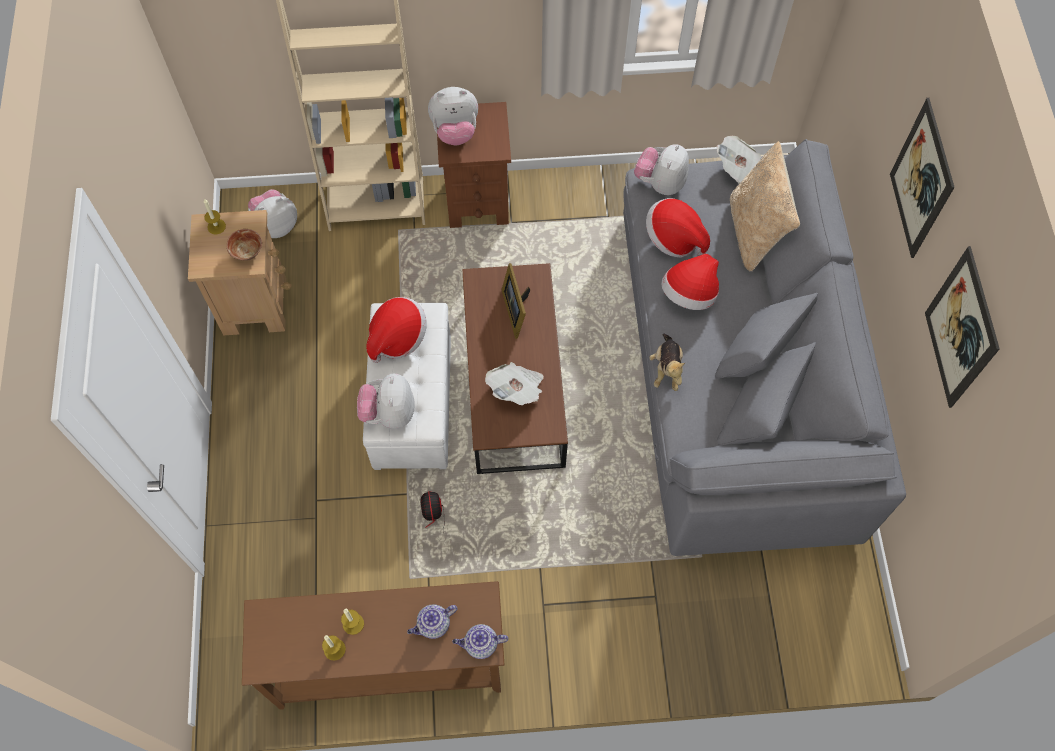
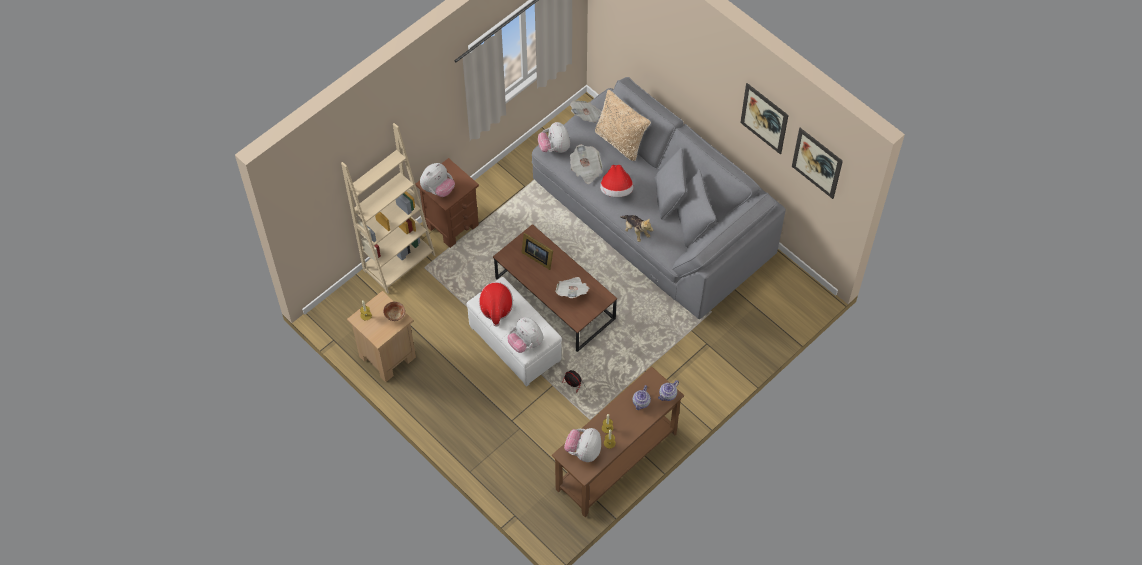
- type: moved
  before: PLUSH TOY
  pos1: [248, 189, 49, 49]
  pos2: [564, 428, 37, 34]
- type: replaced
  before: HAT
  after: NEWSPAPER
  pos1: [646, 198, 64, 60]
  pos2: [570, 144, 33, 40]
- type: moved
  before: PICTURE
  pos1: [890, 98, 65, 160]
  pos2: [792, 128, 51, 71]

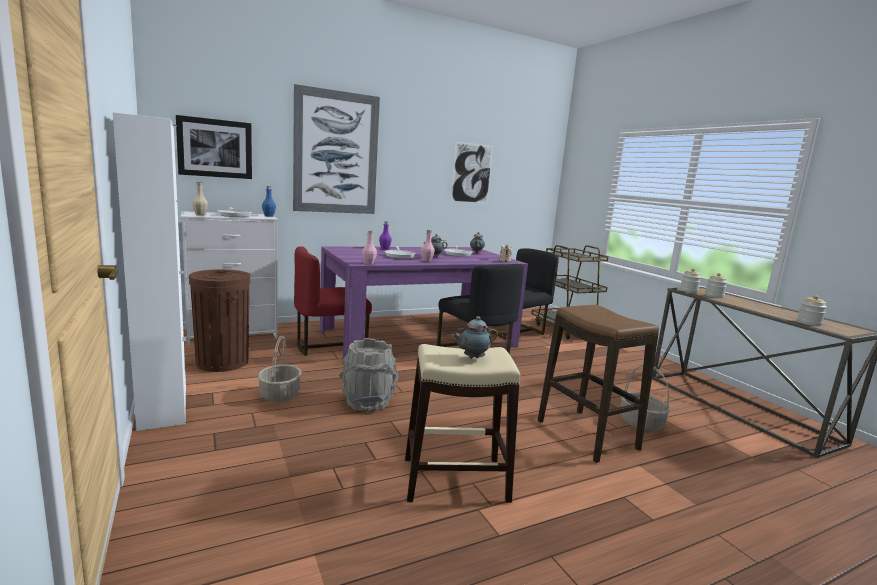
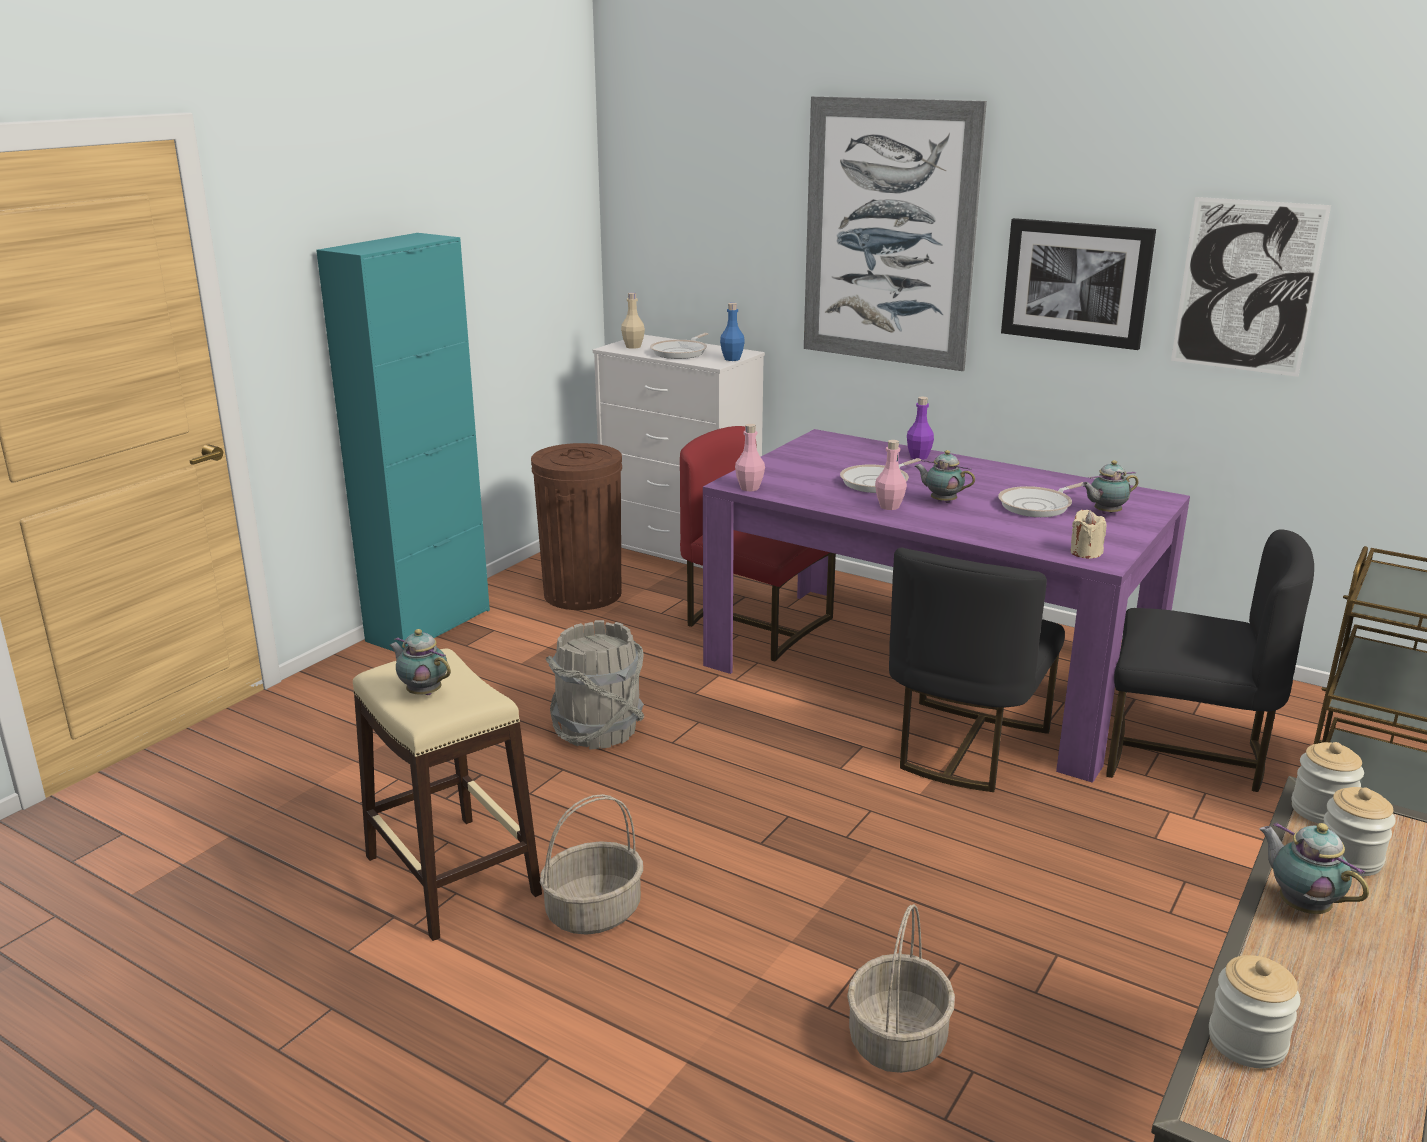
- type: recoloured
  before: WHITE CABINET
  after: TURQUOISE CABINET
  pos1: [113, 112, 74, 319]
  pos2: [316, 233, 174, 418]
- type: moved
  before: PICTURE
  pos1: [176, 115, 76, 64]
  pos2: [1001, 218, 155, 132]
- type: moved
  before: BASKET
  pos1: [258, 336, 44, 66]
  pos2: [540, 794, 103, 141]
- type: removed
  before: STOOL
  pos1: [538, 305, 121, 158]
- type: added
  after: TEAPOT
  pos2: [1259, 822, 110, 92]

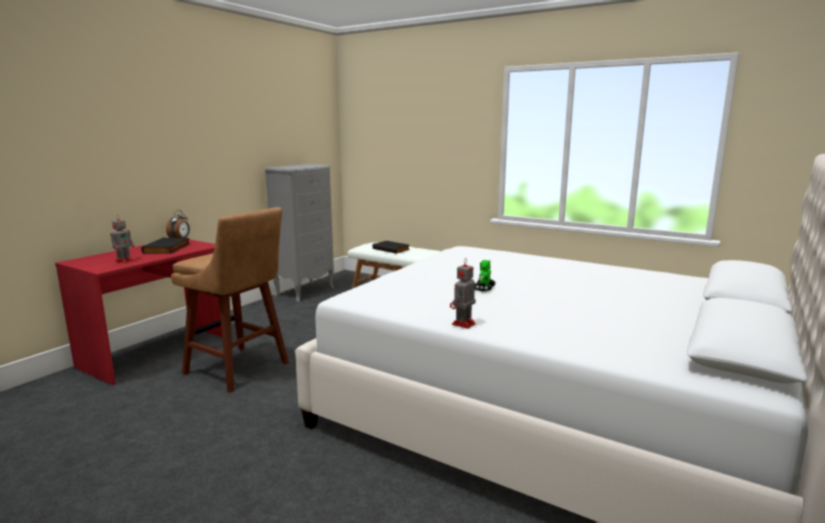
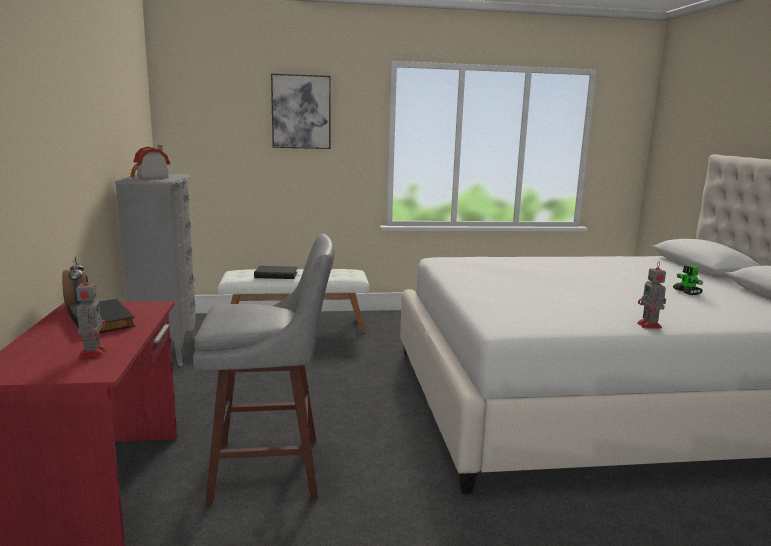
- type: recoloured
  before: BROWN STOOL
  after: GREY STOOL
  pos1: [171, 207, 118, 186]
  pos2: [193, 234, 142, 270]
- type: moved
  before: TOY ROBOT
  pos1: [475, 260, 20, 31]
  pos2: [673, 265, 30, 30]
- type: added
  after: TOY HOUSE
  pos2: [130, 145, 40, 34]
- type: added
  after: PICTURE
  pos2: [271, 74, 60, 75]

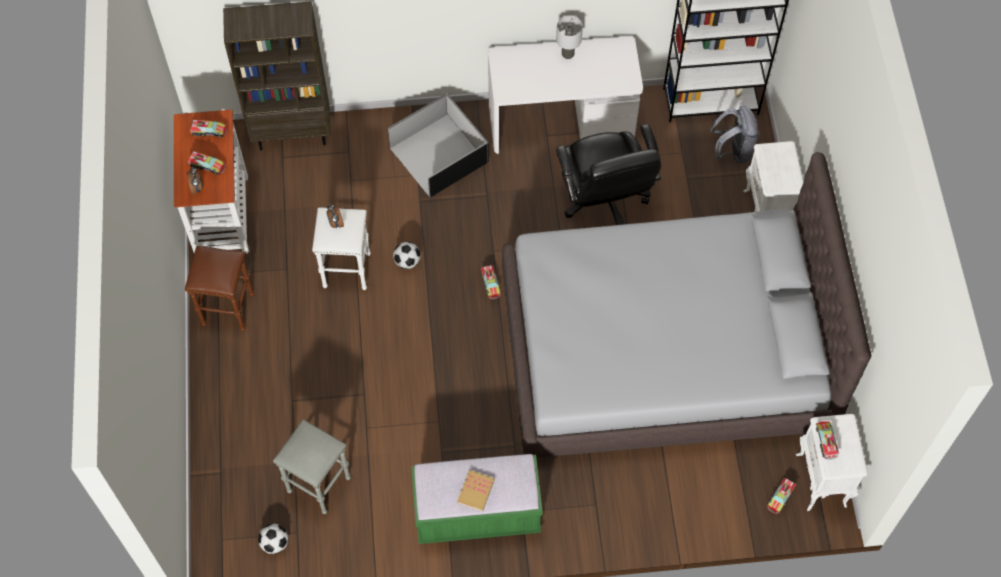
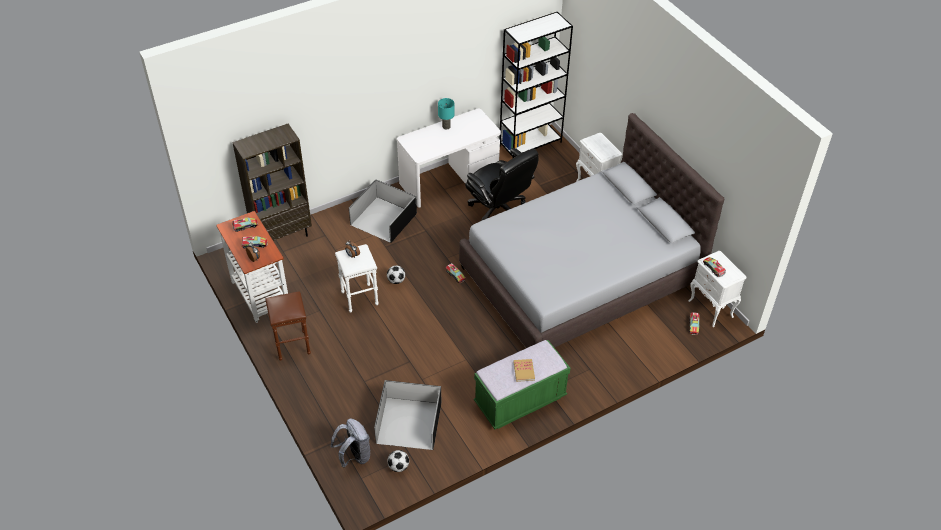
- type: replaced
  before: GREY STOOL
  after: BLACK STORAGE BOX
  pos1: [273, 419, 78, 95]
  pos2: [374, 380, 67, 70]
- type: recoloured
  before: WHITE TABLE LAMP
  after: TURQUOISE TABLE LAMP
  pos1: [556, 15, 27, 44]
  pos2: [438, 98, 17, 32]
- type: moved
  before: GREY BACKPACK
  pos1: [710, 106, 49, 58]
  pos2: [331, 418, 40, 49]

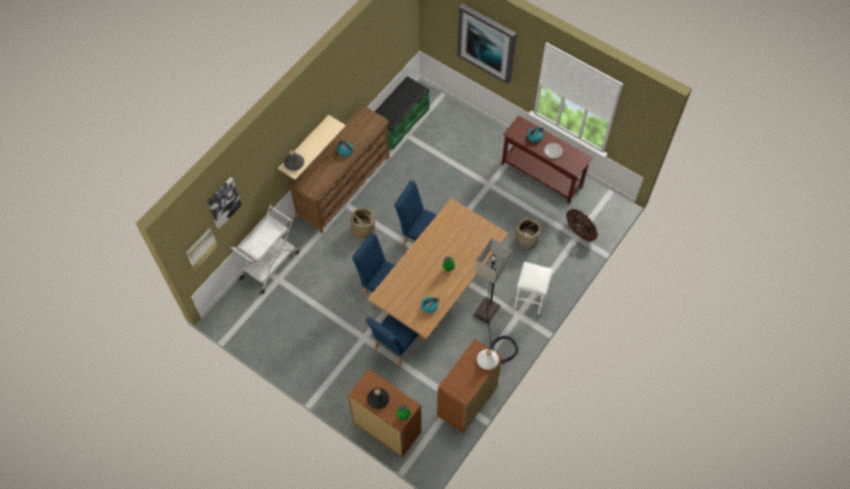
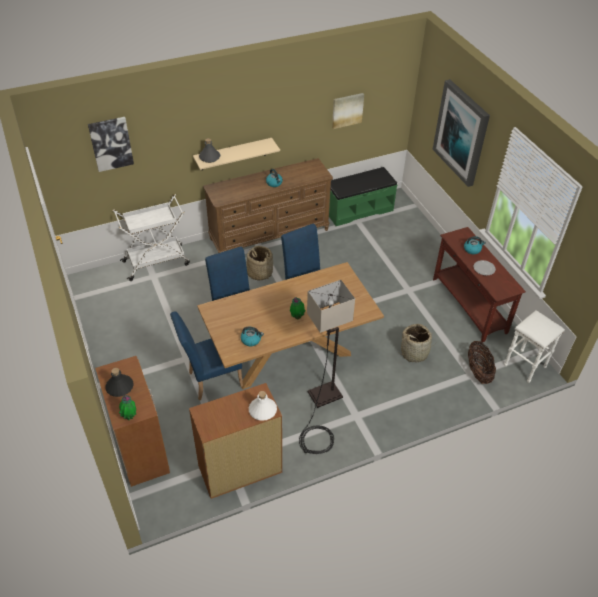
- type: moved
  before: PICTURE
  pos1: [186, 228, 32, 42]
  pos2: [332, 93, 32, 36]
- type: moved
  before: WHITE STOOL
  pos1: [514, 262, 39, 53]
  pos2: [504, 310, 61, 73]

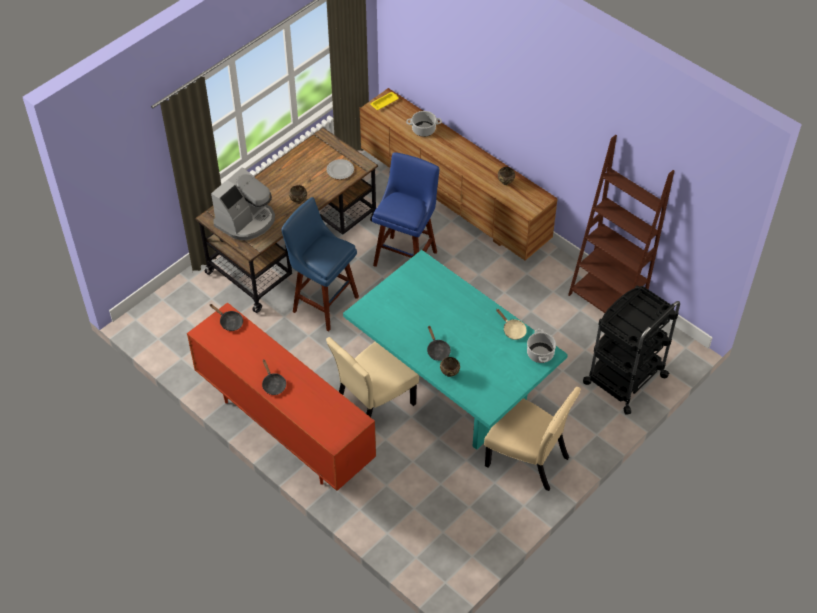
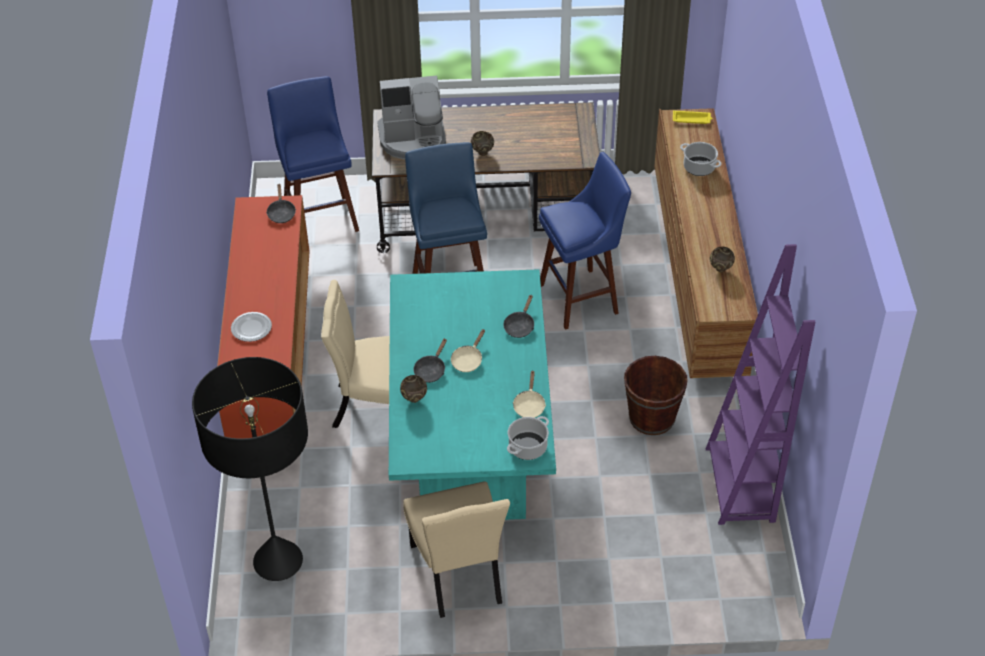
- type: moved
  before: BLACK FRYING PAN
  pos1: [262, 360, 24, 35]
  pos2: [504, 294, 30, 44]
- type: moved
  before: PLATE
  pos1: [326, 159, 28, 20]
  pos2: [231, 312, 41, 30]
- type: recoloured
  before: BROWN BOOKCASE
  after: PURPLE BOOKCASE
  pos1: [568, 135, 106, 178]
  pos2: [706, 244, 109, 281]
- type: removed
  before: BLACK CART
  pos1: [583, 286, 97, 129]
- type: added
  after: BLACK FLOOR LAMP
  pos2: [192, 357, 116, 224]
- type: added
  after: BLUE STOOL
  pos2: [267, 76, 92, 156]
- type: added
  after: BEIGE FRYING PAN
  pos2: [451, 329, 34, 43]
- type: added
  after: BROWN BUCKET
  pos2: [624, 356, 64, 79]

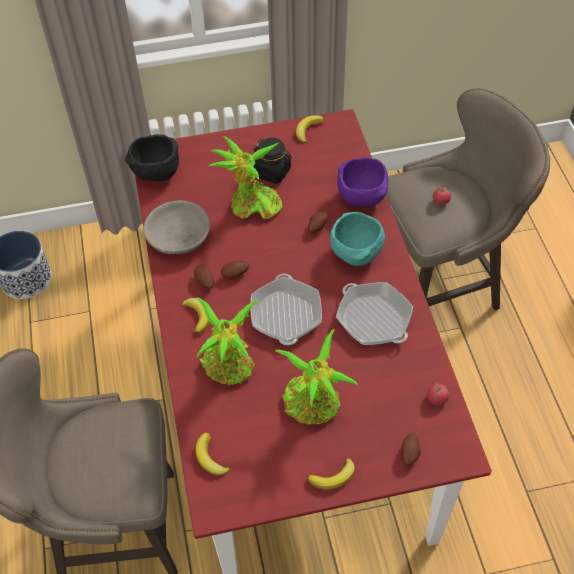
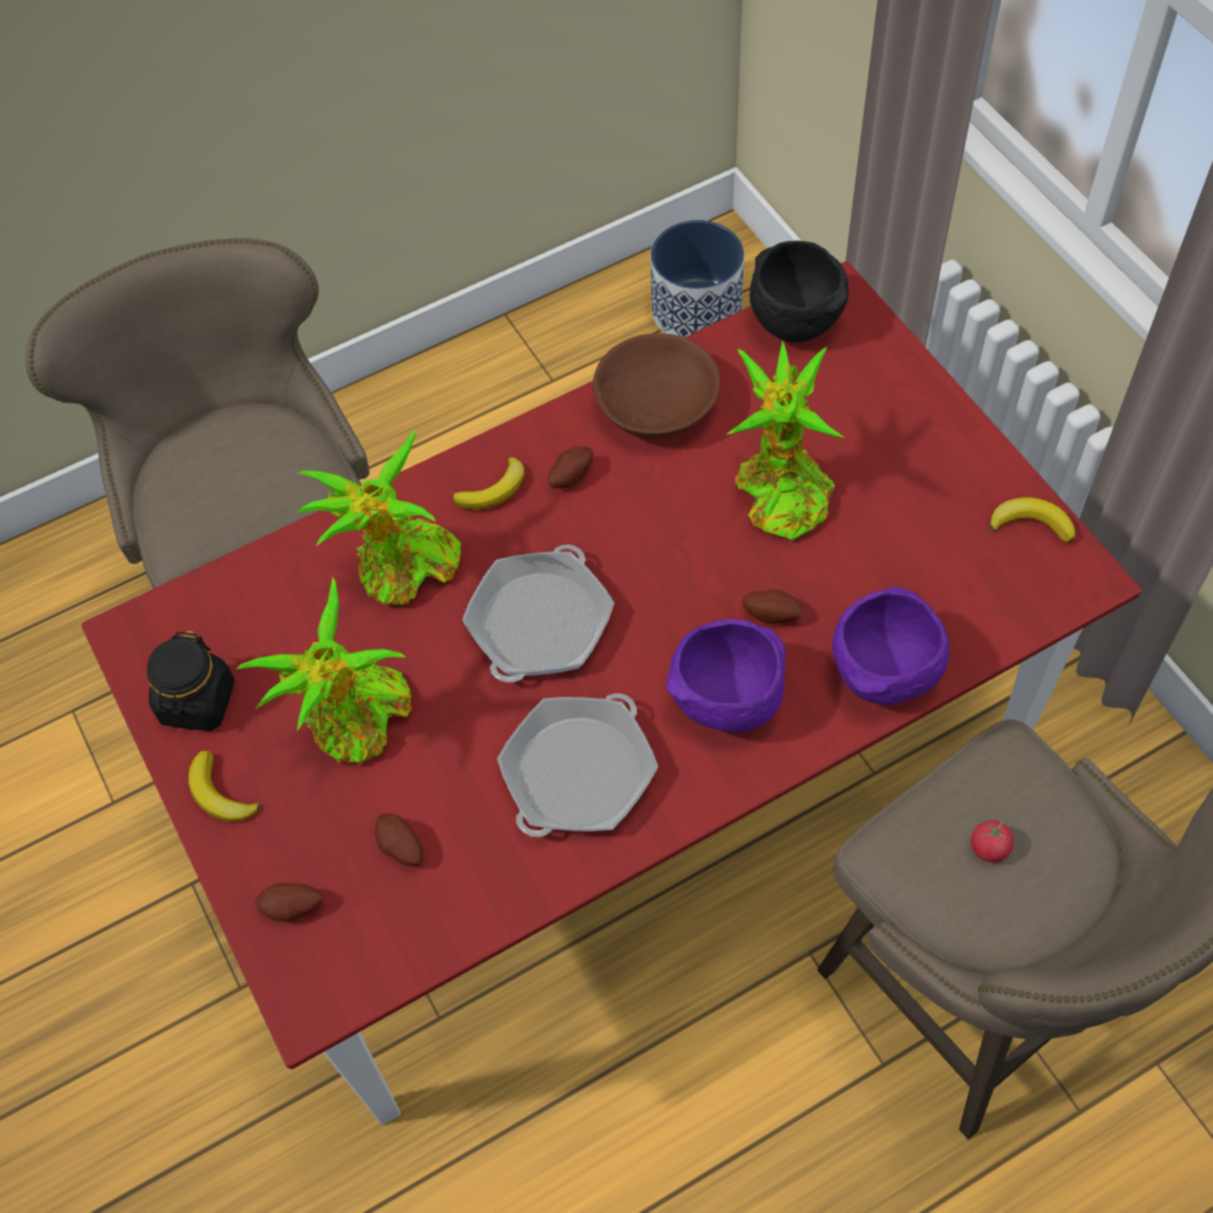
- type: recoloured
  before: GREY BOWL
  after: BROWN BOWL
  pos1: [143, 200, 67, 54]
  pos2: [592, 333, 128, 105]
- type: removed
  before: BANANA
  pos1: [195, 433, 35, 42]
- type: moved
  before: POTATO
  pos1: [220, 261, 29, 18]
  pos2: [375, 813, 48, 53]
- type: turned
  before: FRYING PAN
  pos1: [250, 273, 72, 72]
  pos2: [462, 544, 153, 138]
  turn: 135
- type: moved
  before: BLACK JAR
  pos1: [253, 138, 39, 46]
  pos2: [147, 631, 88, 100]
- type: recoloured
  before: TURQUOISE BOWL
  after: PURPLE BOWL
  pos1: [330, 212, 55, 54]
  pos2: [666, 619, 120, 113]
- type: removed
  before: TOMATO
  pos1: [427, 382, 22, 23]

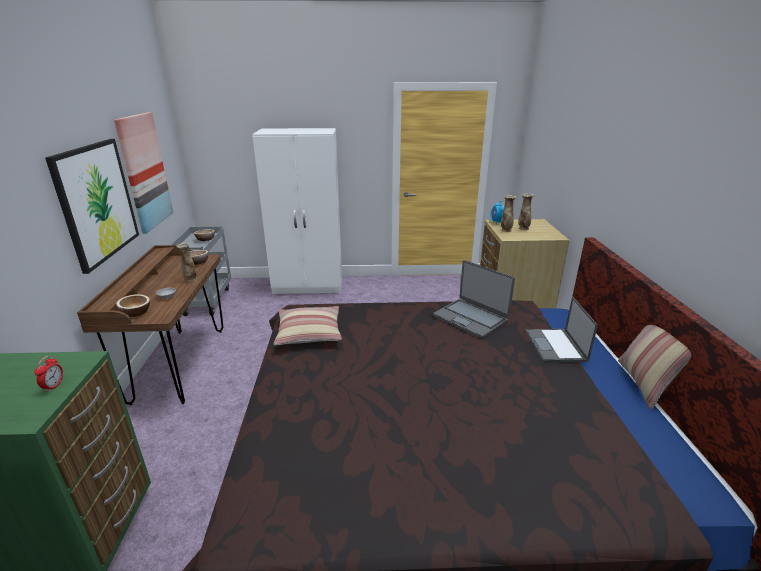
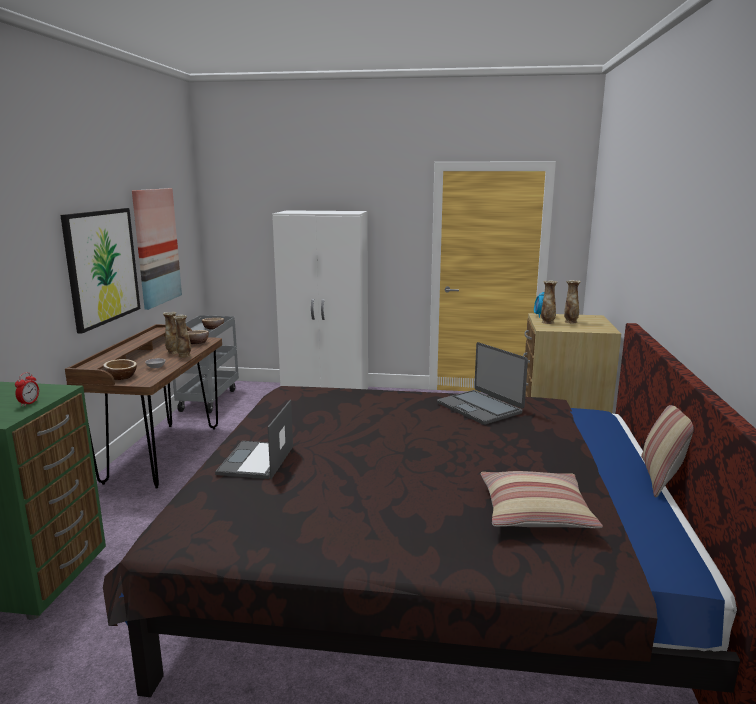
- type: moved
  before: PILLOW
  pos1: [274, 306, 68, 40]
  pos2: [481, 471, 122, 57]
- type: moved
  before: LAPTOP
  pos1: [525, 297, 73, 66]
  pos2: [215, 400, 78, 79]
- type: added
  after: VASE
  pos2: [163, 312, 14, 42]

